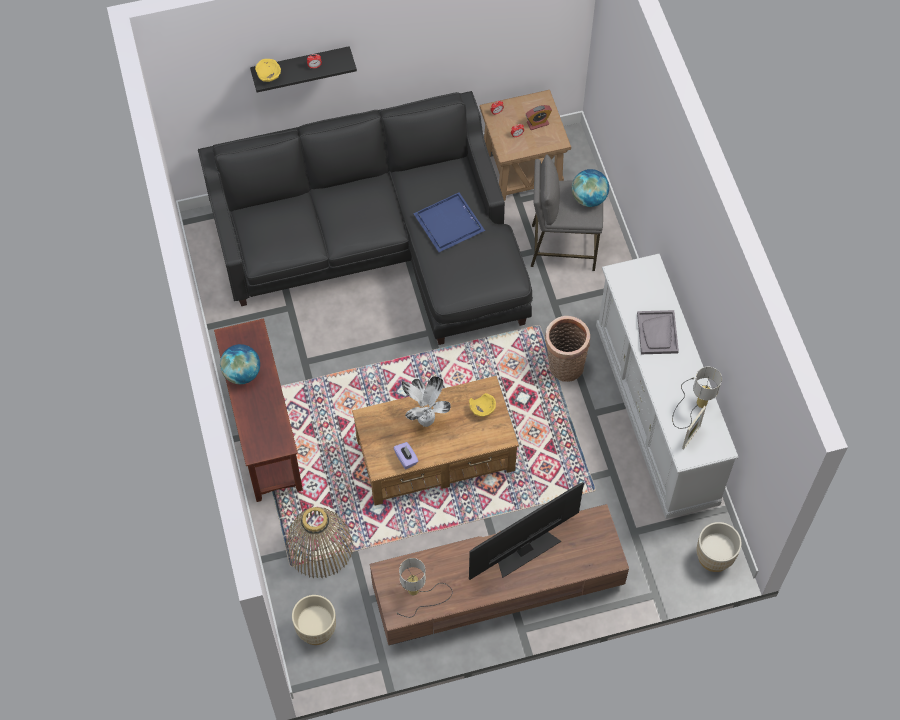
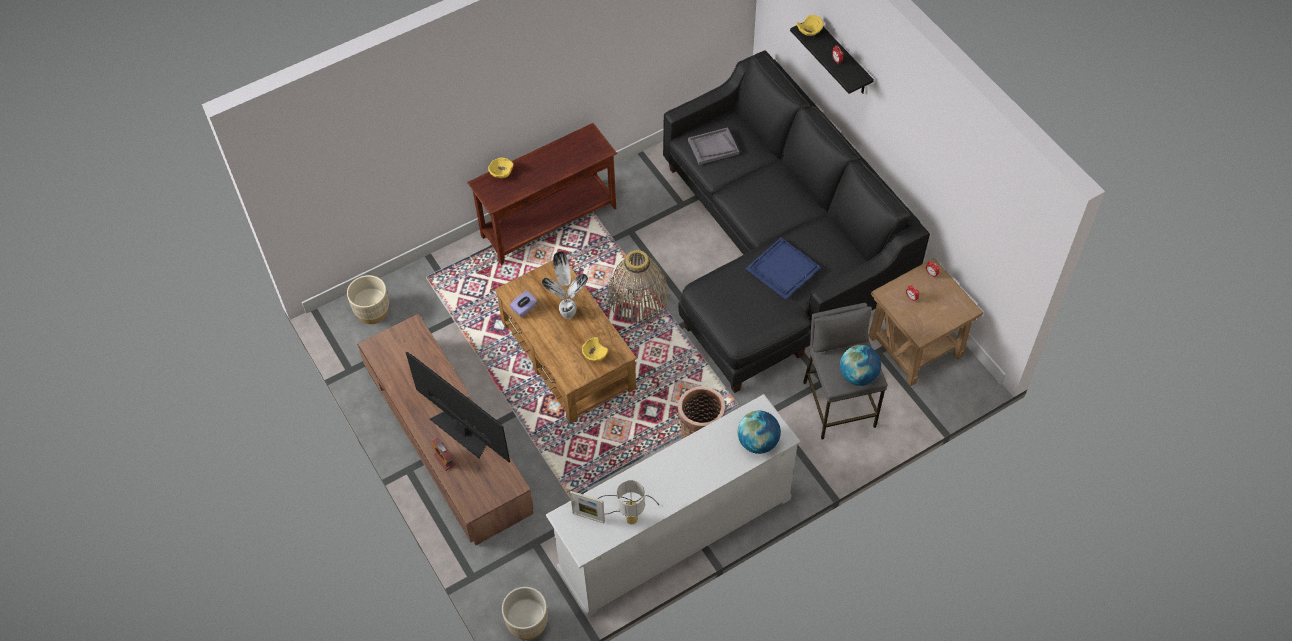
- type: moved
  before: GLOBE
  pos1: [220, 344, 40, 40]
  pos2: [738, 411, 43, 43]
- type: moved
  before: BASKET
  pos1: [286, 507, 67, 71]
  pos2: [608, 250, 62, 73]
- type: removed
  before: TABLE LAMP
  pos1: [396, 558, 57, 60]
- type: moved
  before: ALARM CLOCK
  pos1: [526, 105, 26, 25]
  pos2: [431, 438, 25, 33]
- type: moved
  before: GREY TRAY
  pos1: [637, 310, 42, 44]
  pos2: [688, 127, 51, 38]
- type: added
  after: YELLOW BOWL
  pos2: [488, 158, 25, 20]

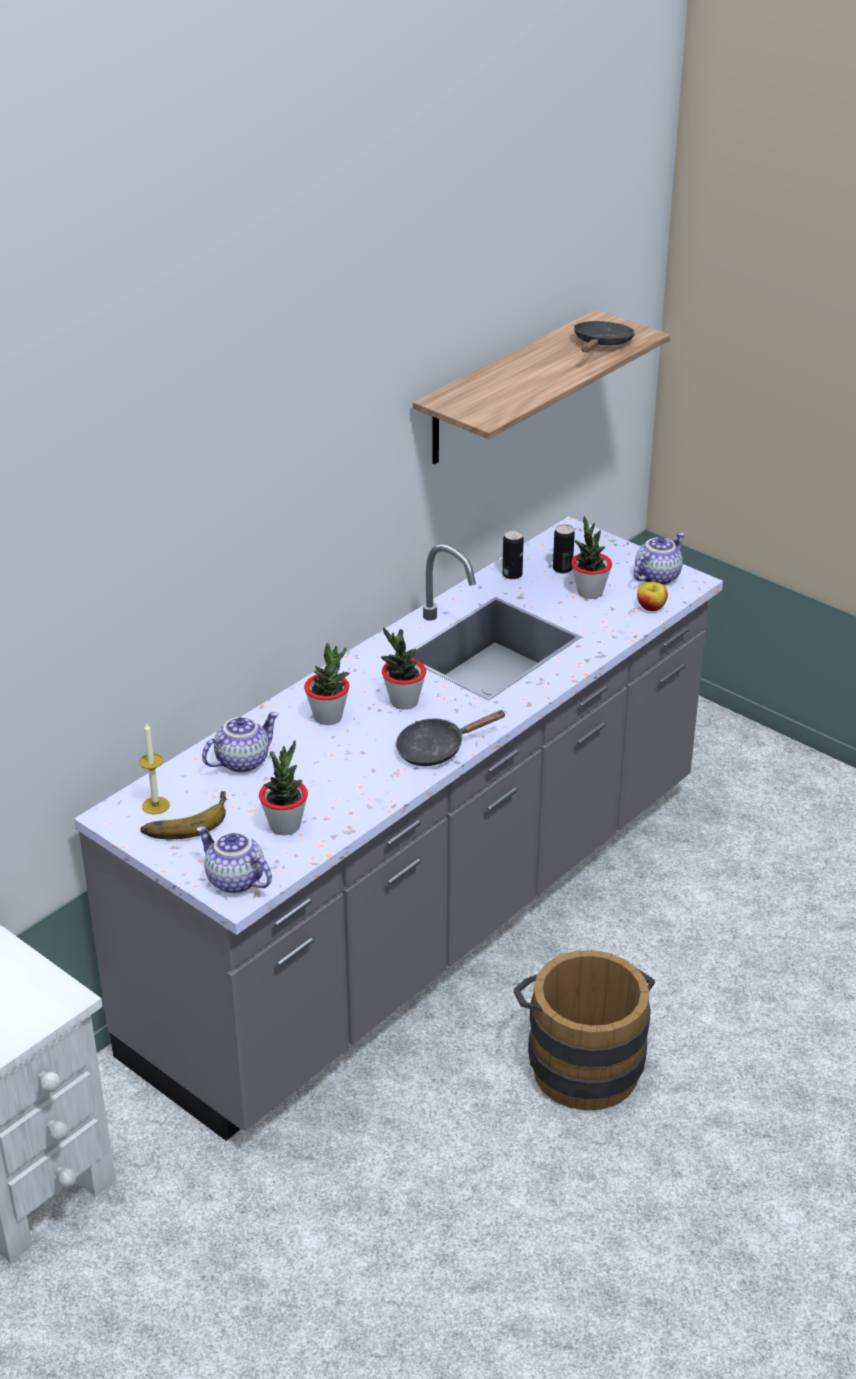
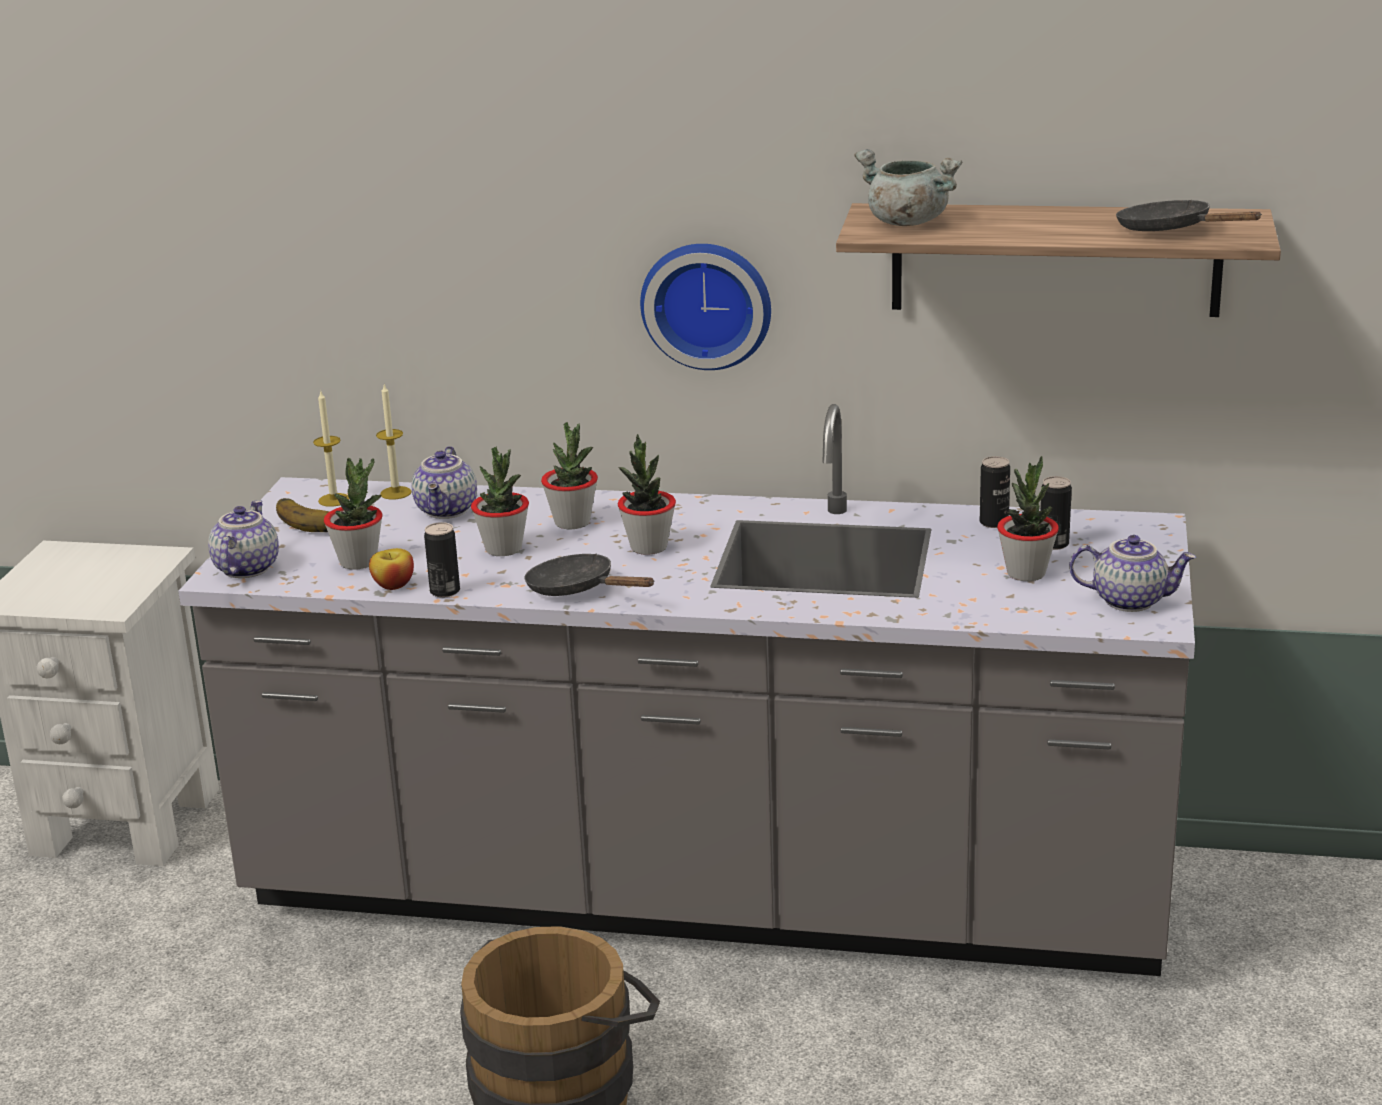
- type: turned
  before: TEAPOT
  pos1: [202, 712, 77, 61]
  pos2: [412, 446, 65, 73]
  turn: 75
- type: turned
  before: BLACK FRYING PAN
  pos1: [574, 321, 61, 31]
  pos2: [1116, 200, 146, 31]
  turn: -120
- type: moved
  before: APPLE
  pos1: [637, 582, 31, 29]
  pos2: [369, 548, 45, 42]
- type: added
  after: CANDLE
  pos2: [376, 385, 36, 115]
- type: added
  after: CAN
  pos2: [424, 522, 36, 75]
- type: added
  after: POTTED PLANT
  pos2: [471, 447, 58, 109]
- type: added
  after: WALL CLOCK
  pos2: [640, 244, 131, 126]
- type: added
  after: GREY COOKING POT
  pos2: [854, 149, 108, 77]

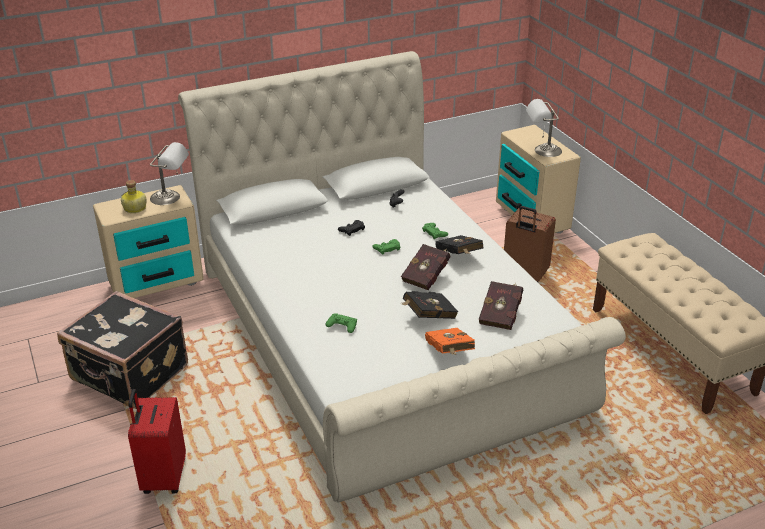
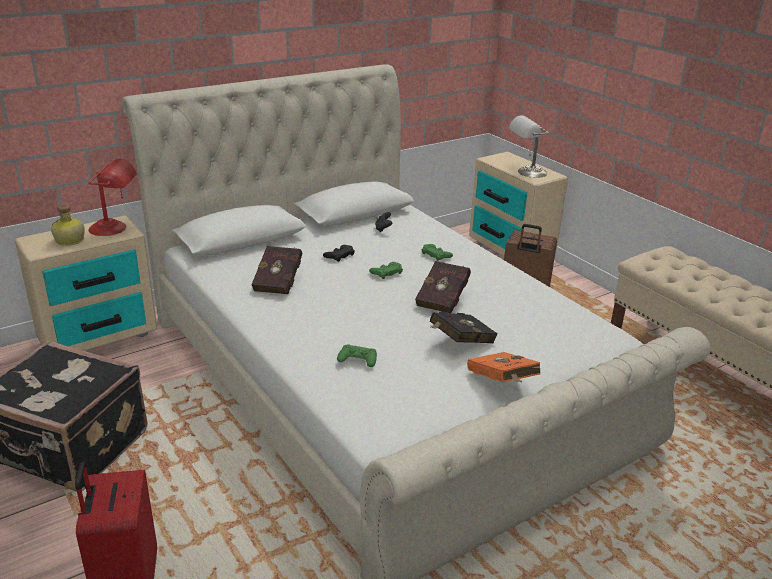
- type: recoloured
  before: WHITE TABLE LAMP
  after: RED TABLE LAMP
  pos1: [150, 142, 39, 63]
  pos2: [88, 159, 49, 77]
- type: removed
  before: BLACK BOOK
  pos1: [436, 235, 47, 19]
- type: moved
  before: RED BOOK
  pos1: [479, 281, 44, 49]
  pos2: [251, 246, 51, 48]

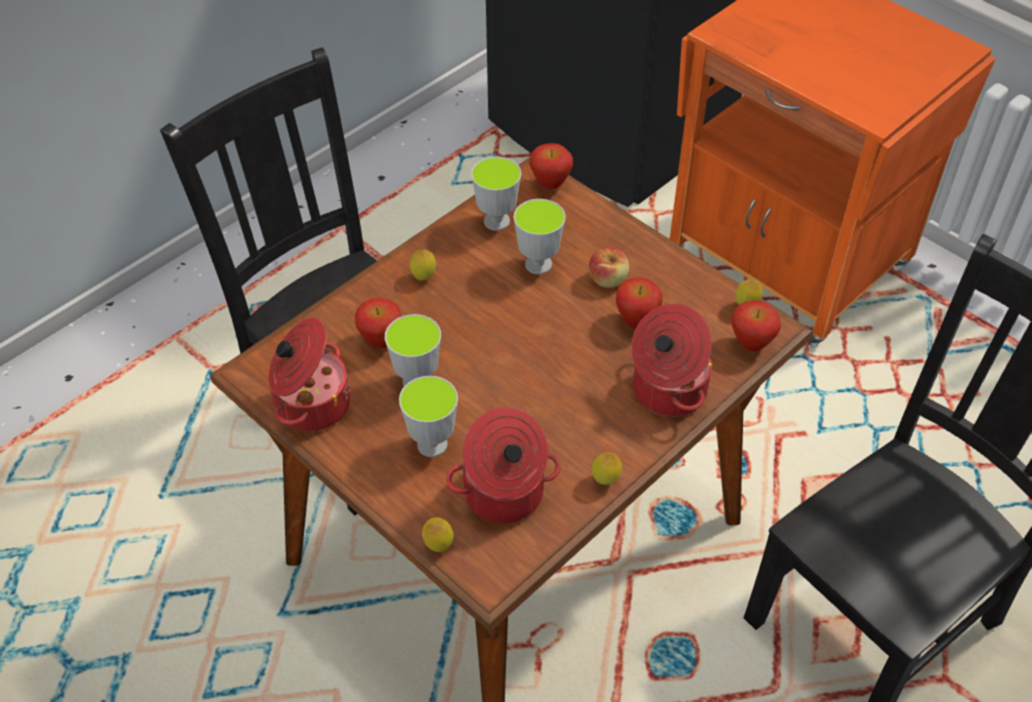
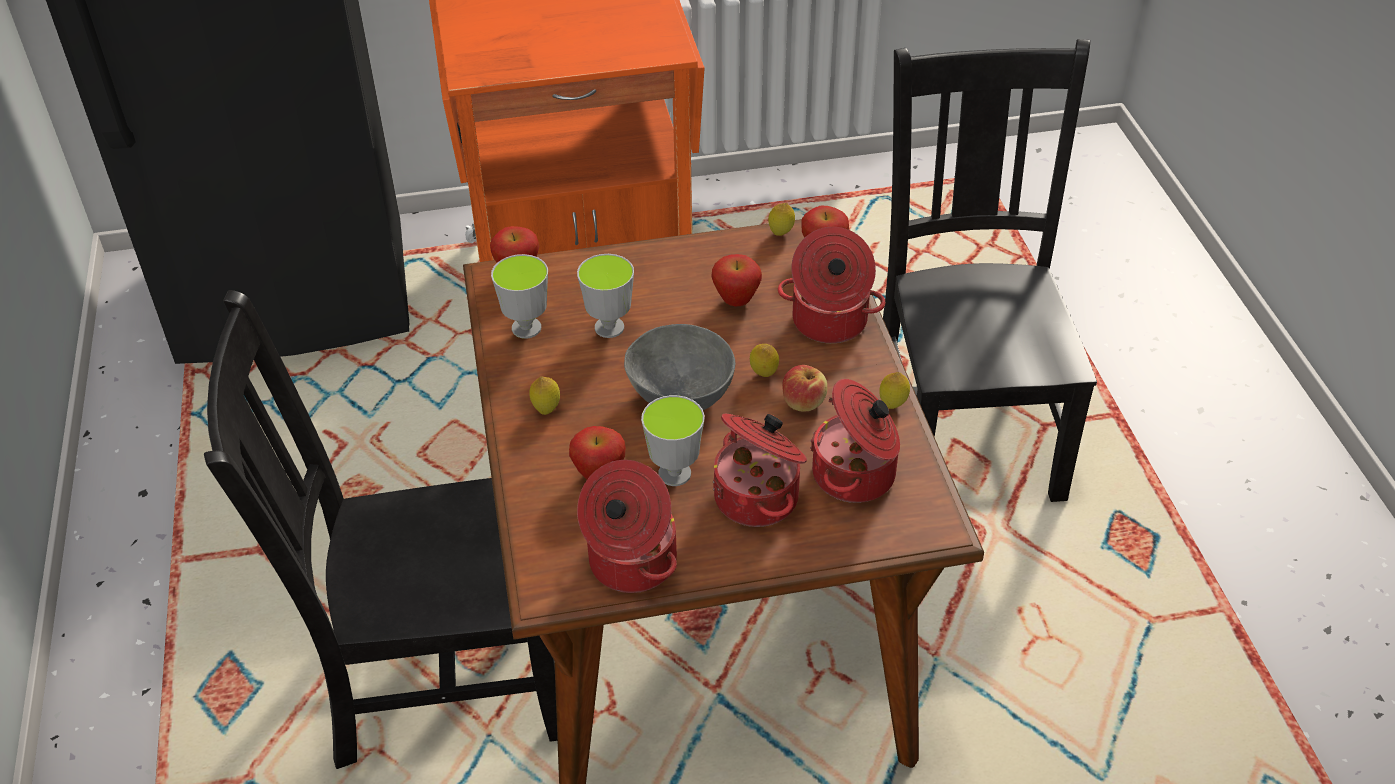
- type: replaced
  before: CUP
  after: COOKING POT
  pos1: [399, 376, 59, 81]
  pos2: [713, 414, 94, 113]
- type: moved
  before: LEMON
  pos1: [422, 517, 31, 35]
  pos2: [750, 344, 29, 33]
- type: moved
  before: APPLE
  pos1: [589, 247, 40, 41]
  pos2: [782, 365, 45, 46]
- type: added
  after: GREY BOWL
  pos2: [624, 324, 111, 86]

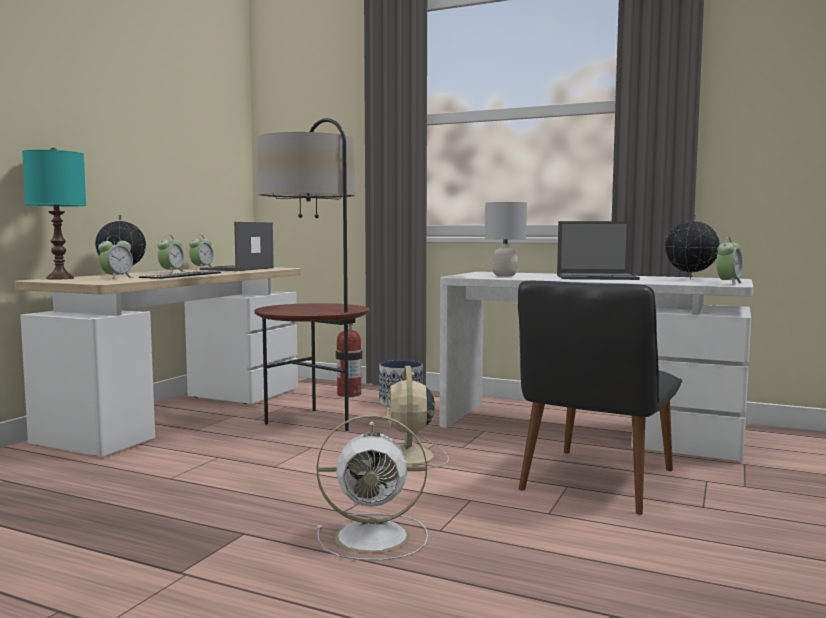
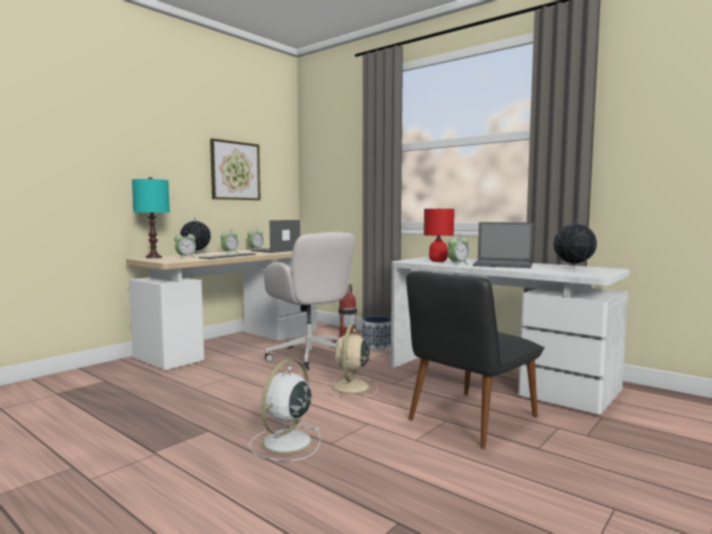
- type: replaced
  before: FLOOR LAMP
  after: WHITE OFFICE CHAIR
  pos1: [254, 118, 116, 313]
  pos2: [264, 232, 91, 138]
- type: turned
  before: WHITE FAN
  pos1: [317, 415, 111, 146]
  pos2: [249, 359, 72, 102]
  turn: 105
- type: recoloured
  before: GREY TABLE LAMP
  after: RED TABLE LAMP
  pos1: [485, 201, 42, 75]
  pos2: [424, 208, 30, 54]
- type: moved
  before: ALARM CLOCK
  pos1: [717, 237, 25, 48]
  pos2: [447, 235, 22, 31]
- type: added
  after: PICTURE
  pos2: [210, 138, 51, 62]

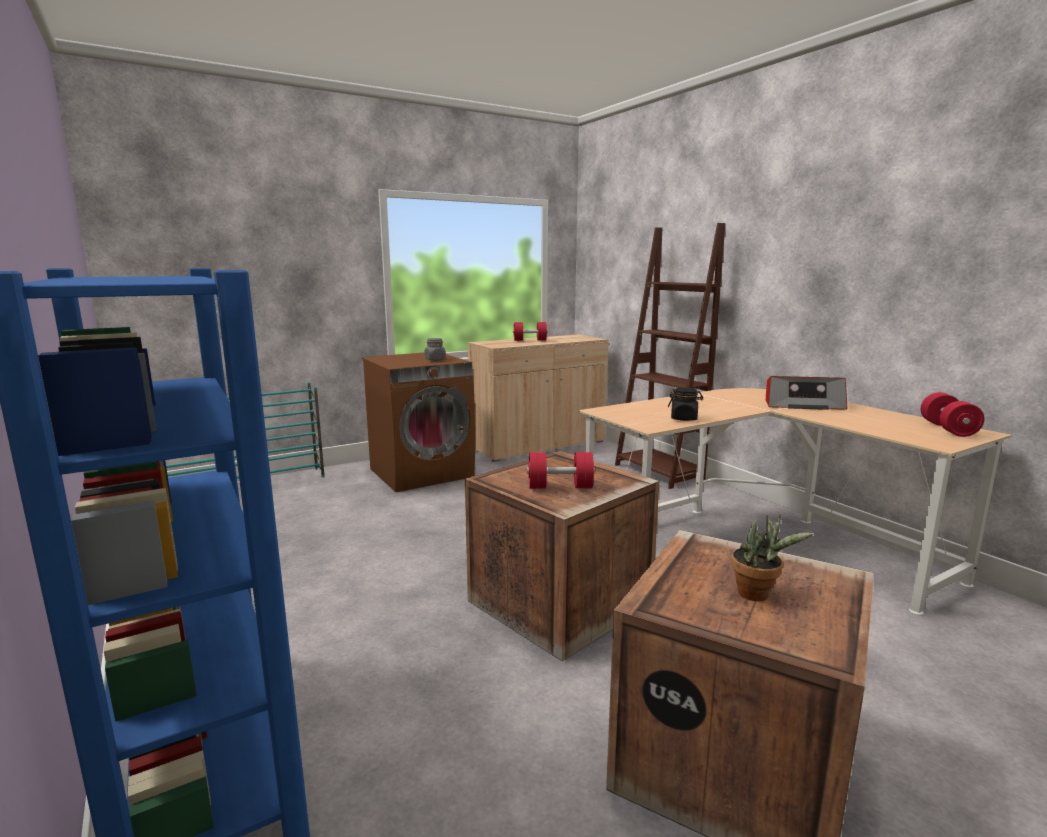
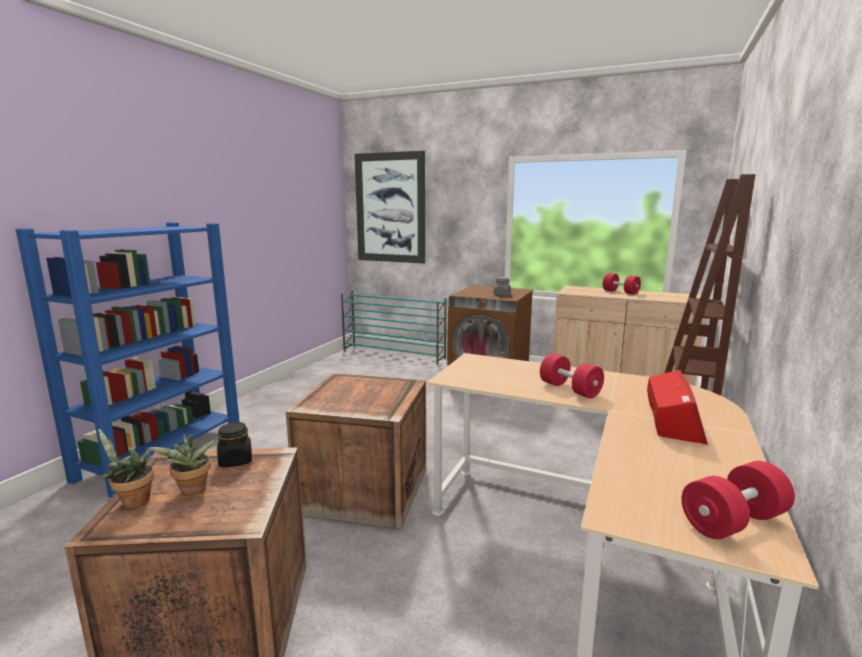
- type: moved
  before: RED DUMBBELL
  pos1: [527, 452, 68, 37]
  pos2: [540, 353, 64, 45]
- type: moved
  before: BLACK JAR
  pos1: [668, 387, 35, 34]
  pos2: [217, 421, 35, 47]
- type: turned
  before: RADIO
  pos1: [766, 376, 81, 34]
  pos2: [647, 370, 61, 75]
  turn: -135
- type: added
  after: POTTED PLANT
  pos2: [98, 429, 56, 79]
- type: added
  after: PICTURE
  pos2: [355, 151, 70, 113]

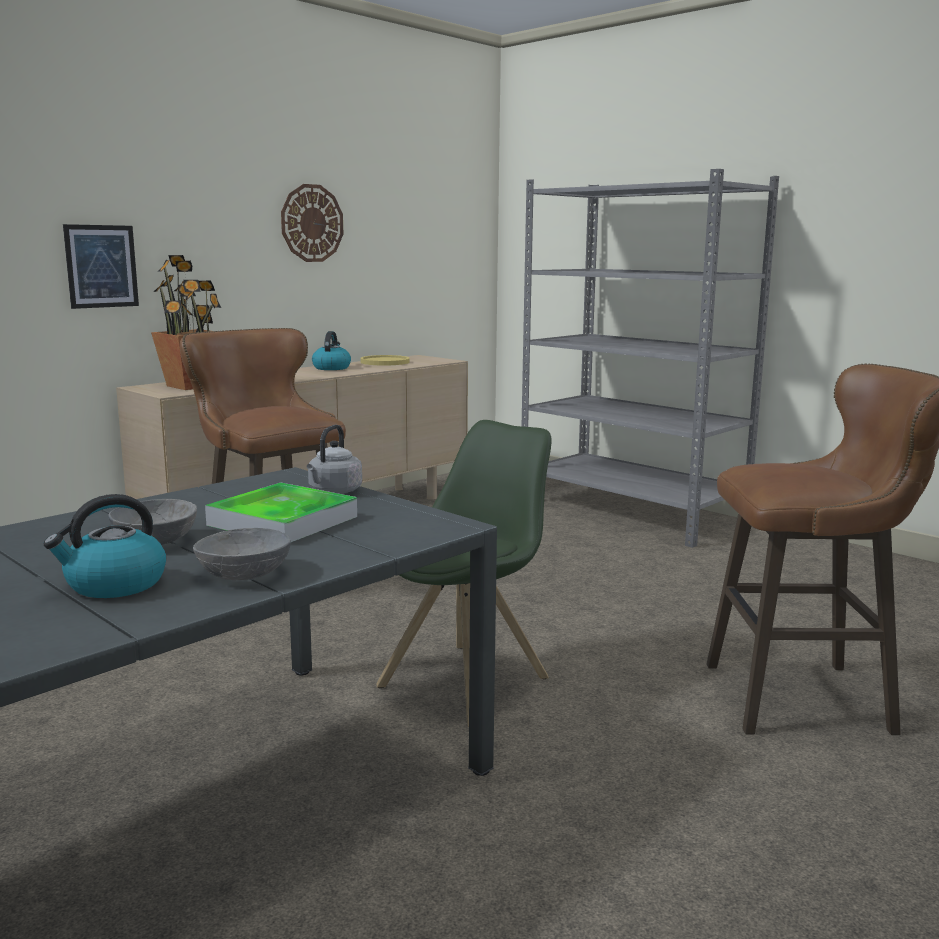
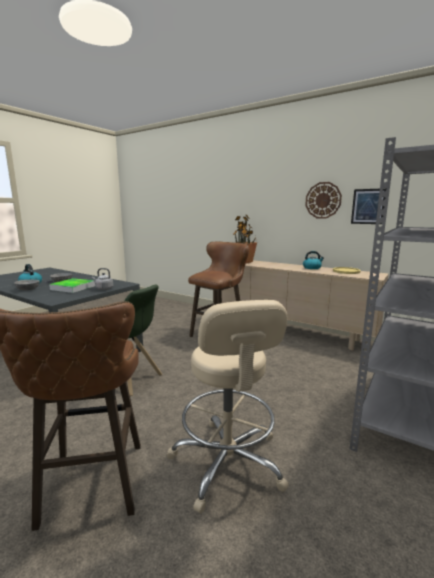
- type: moved
  before: PICTURE
  pos1: [63, 224, 76, 85]
  pos2: [351, 188, 36, 36]
- type: added
  after: BEIGE STOOL
  pos2: [166, 300, 123, 214]

